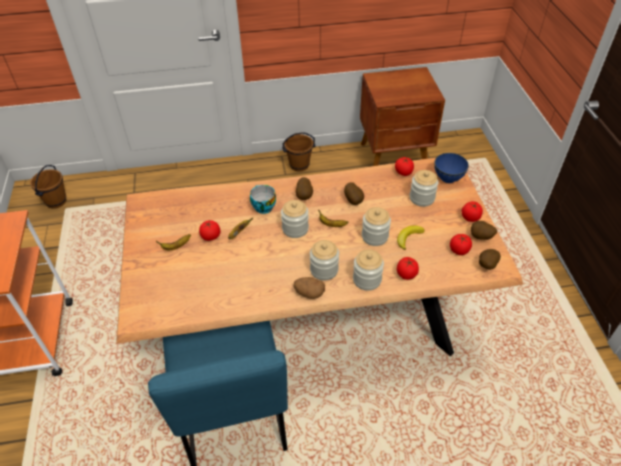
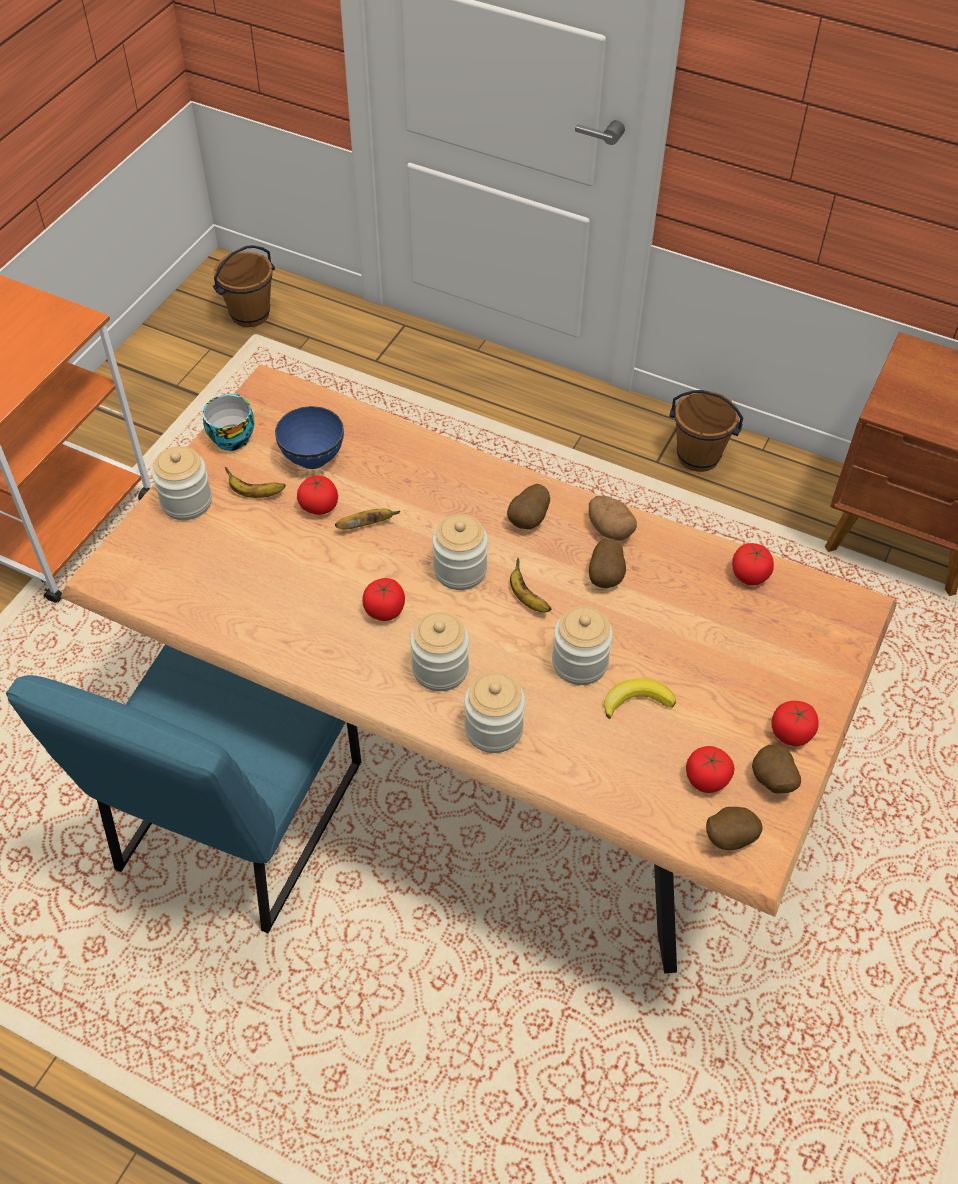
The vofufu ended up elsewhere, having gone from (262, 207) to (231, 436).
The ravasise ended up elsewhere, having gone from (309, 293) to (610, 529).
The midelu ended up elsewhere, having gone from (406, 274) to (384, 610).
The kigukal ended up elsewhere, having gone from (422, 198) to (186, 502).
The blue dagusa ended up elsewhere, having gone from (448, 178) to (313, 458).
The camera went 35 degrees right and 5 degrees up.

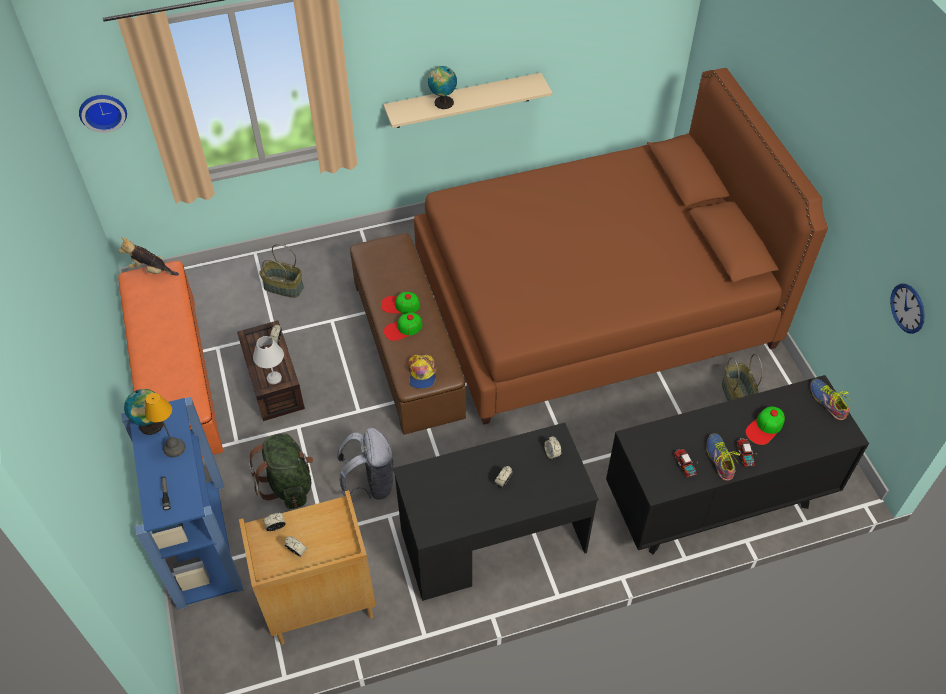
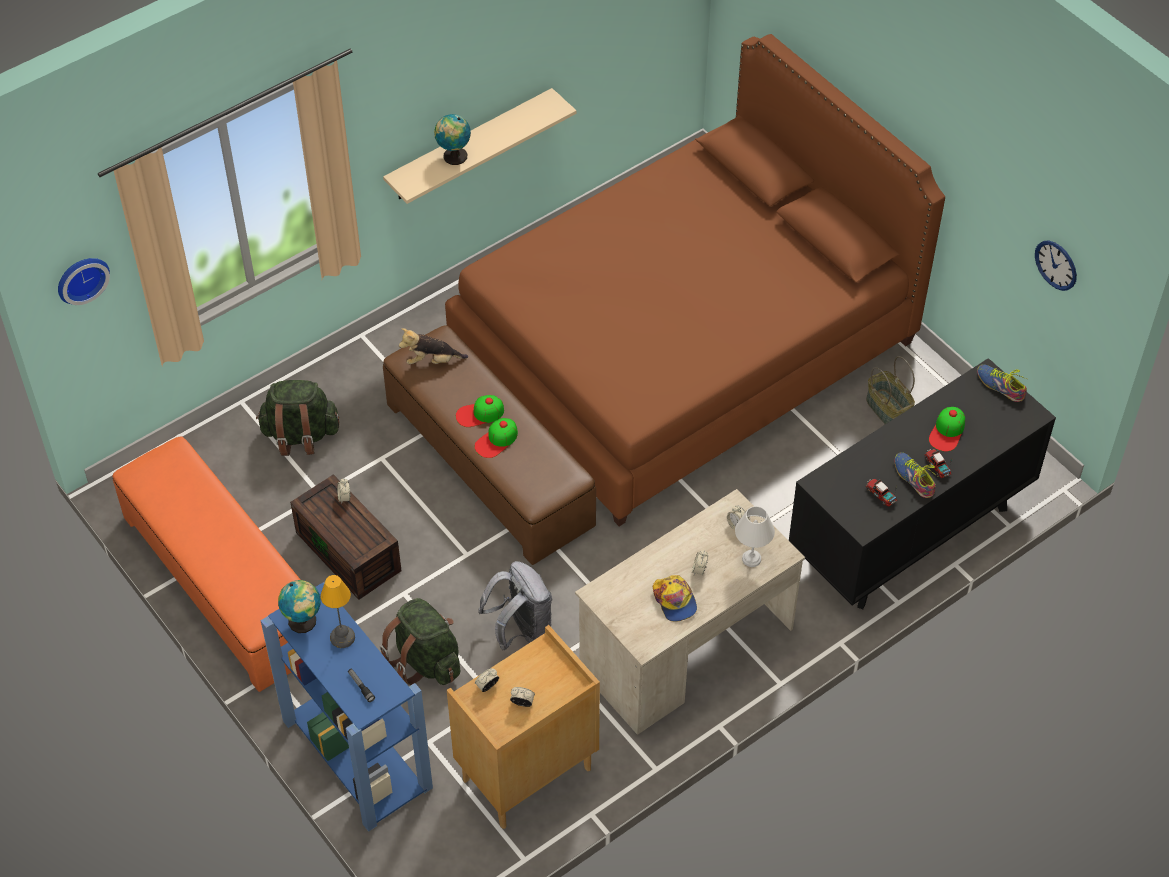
The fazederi ended up elsewhere, having gone from (151, 270) to (432, 361).
The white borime ended up elsewhere, having gone from (275, 378) to (752, 558).
Where the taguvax stood at (283, 287), the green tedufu came to stand at (300, 435).
What was the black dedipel at (492, 541) turned into the beige dedipel at (686, 649).
The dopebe ended up elsewhere, having gone from (422, 373) to (675, 601).
The camera went 20 degrees left and 0 degrees up.

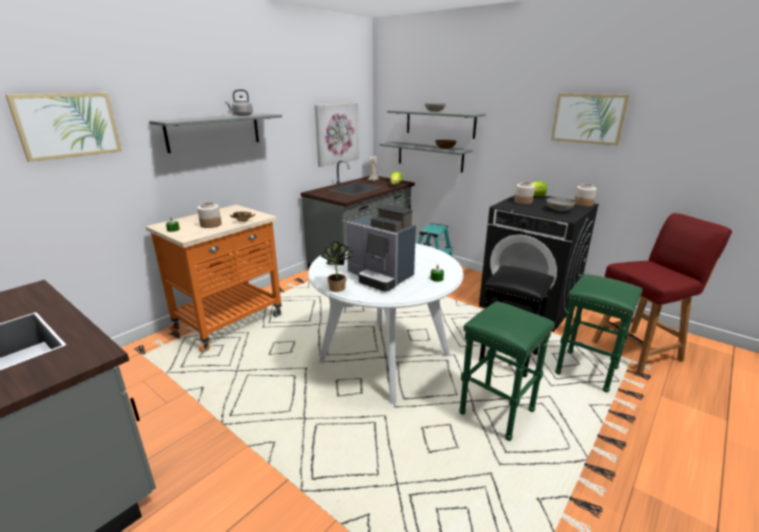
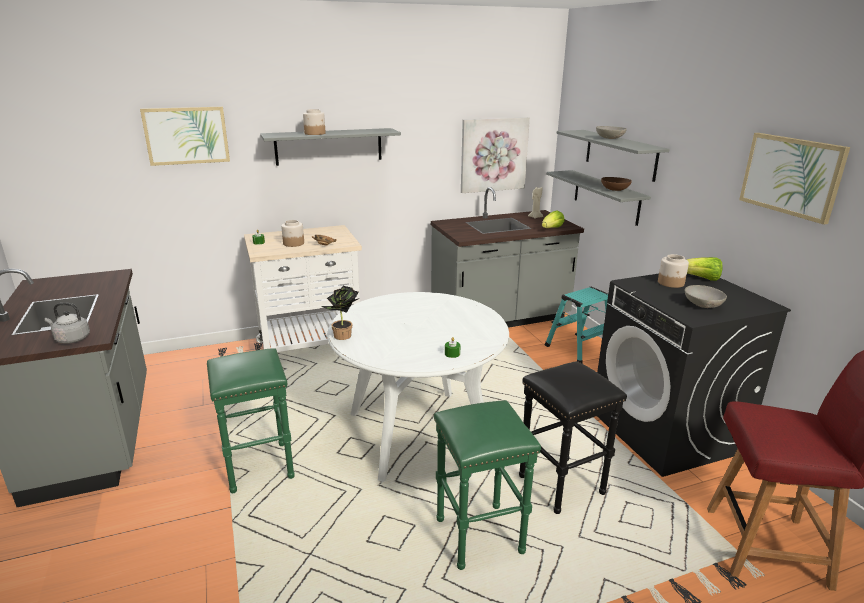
What was the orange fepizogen at (229, 322) turned into the white fepizogen at (310, 348).
The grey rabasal ended up elsewhere, having gone from (242, 115) to (71, 339).
The second view lost the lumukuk at (380, 277).
The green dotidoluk ended up elsewhere, having gone from (585, 371) to (257, 466).
The kigukal ended up elsewhere, having gone from (583, 204) to (315, 133).
The camera went 30 degrees right and 0 degrees up.

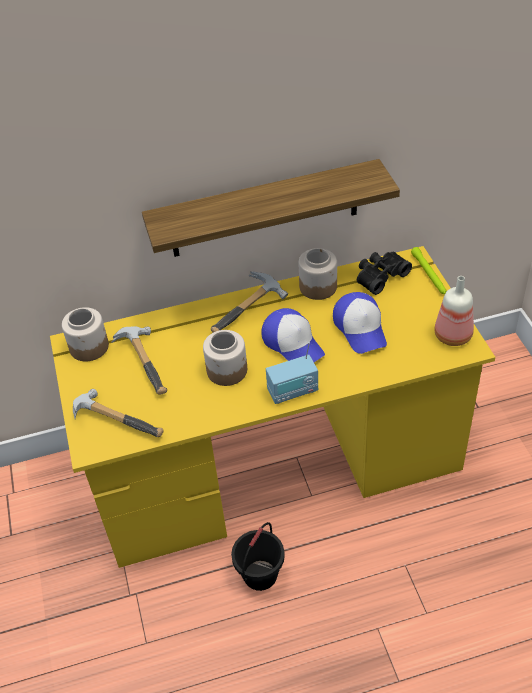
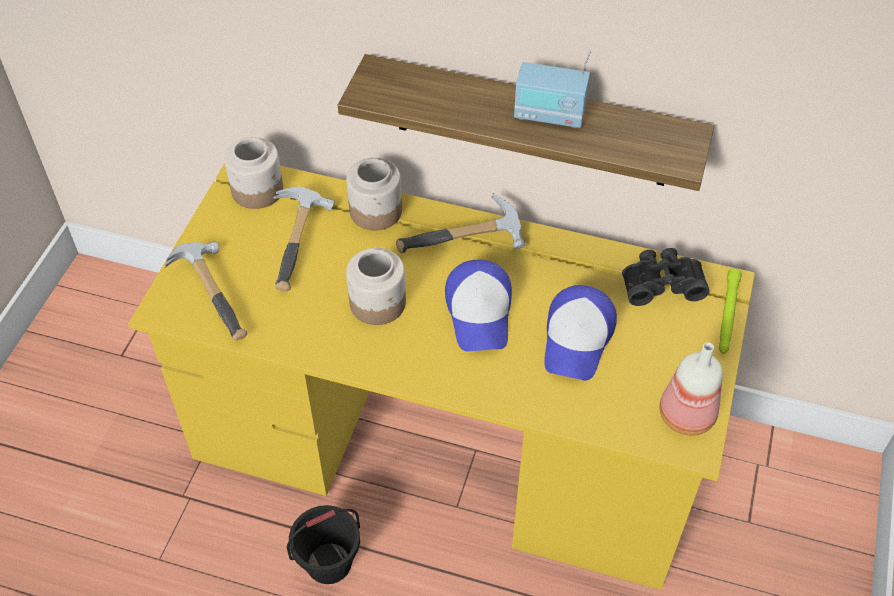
The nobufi ended up elsewhere, having gone from (293, 391) to (549, 115).
The kigukal ended up elsewhere, having gone from (318, 286) to (376, 210).
The camera went 30 degrees right and 5 degrees up.

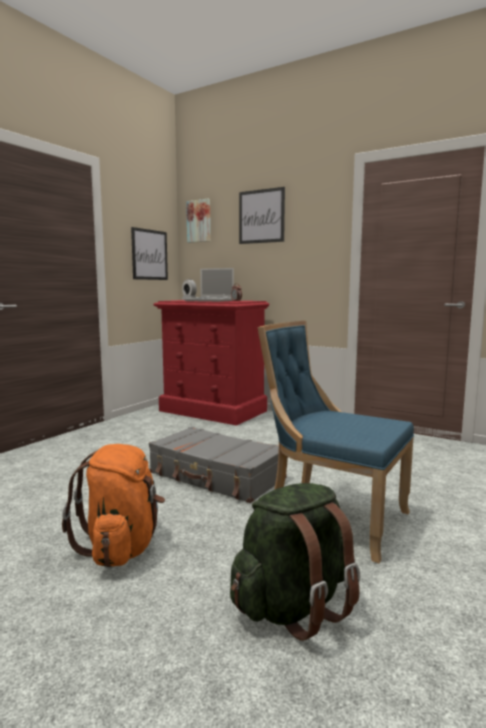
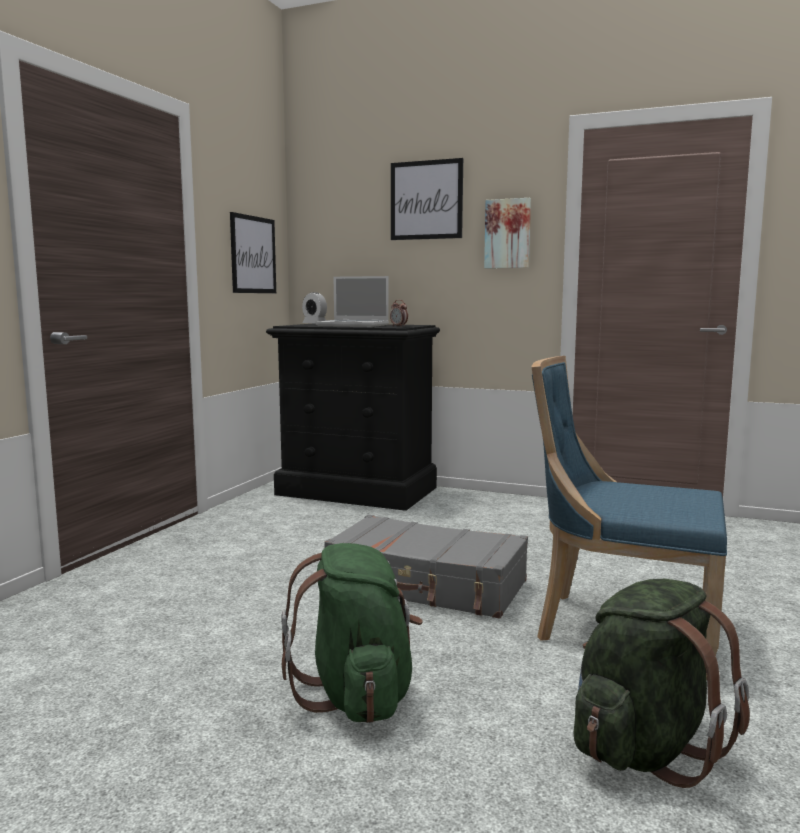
What was the orange tedufu at (121, 547) turned into the green tedufu at (357, 695).
What was the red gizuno at (213, 411) turned into the black gizuno at (357, 491).
The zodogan ended up elsewhere, having gone from (199, 221) to (508, 234).
The camera went 10 degrees left and 0 degrees up.

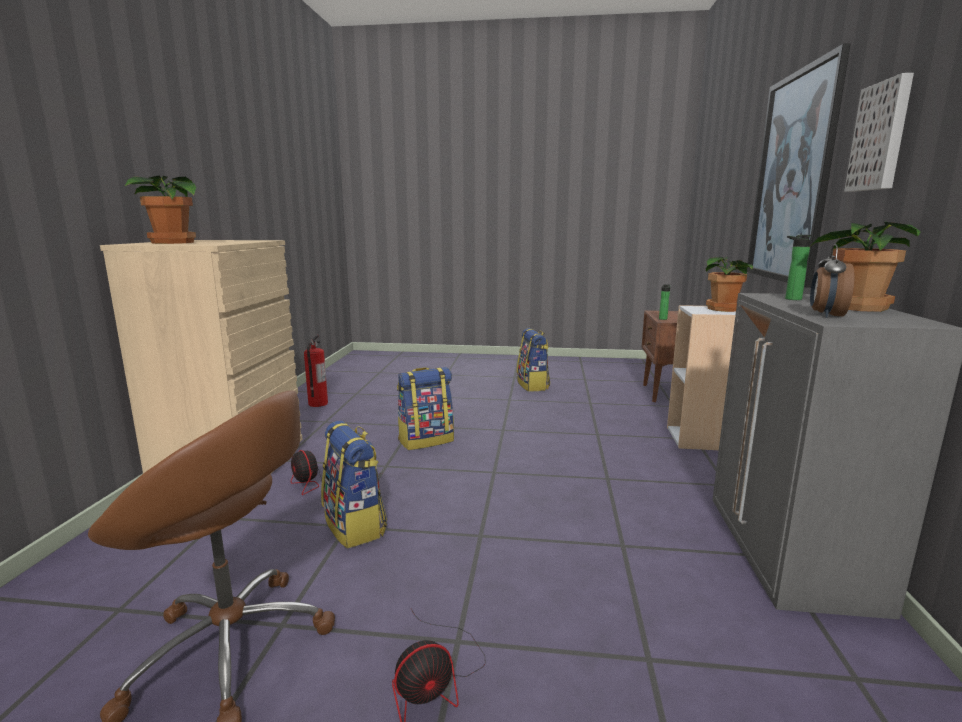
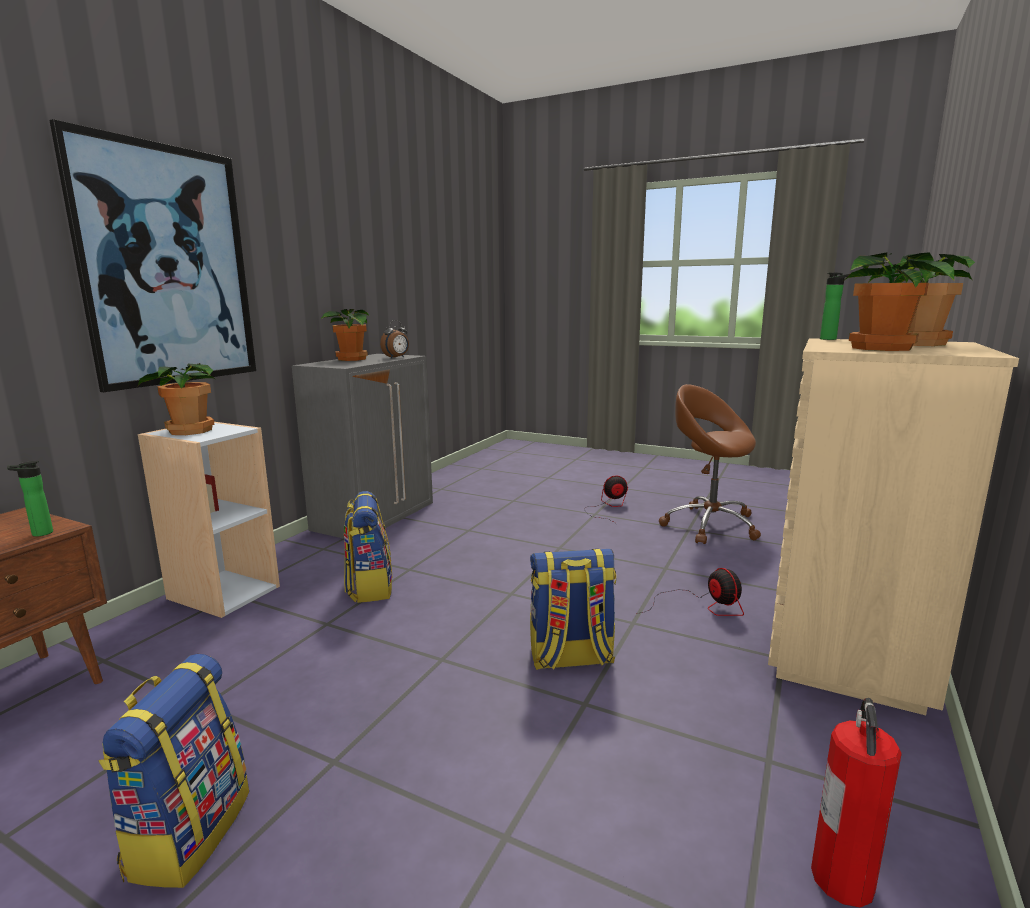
The tedufu ended up elsewhere, having gone from (355, 526) to (369, 587).
The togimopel ended up elsewhere, having gone from (790, 299) to (831, 339).
The second view lost the zodogan at (881, 137).
The second view gained the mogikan at (882, 348).
The camera went 160 degrees left and 0 degrees up.

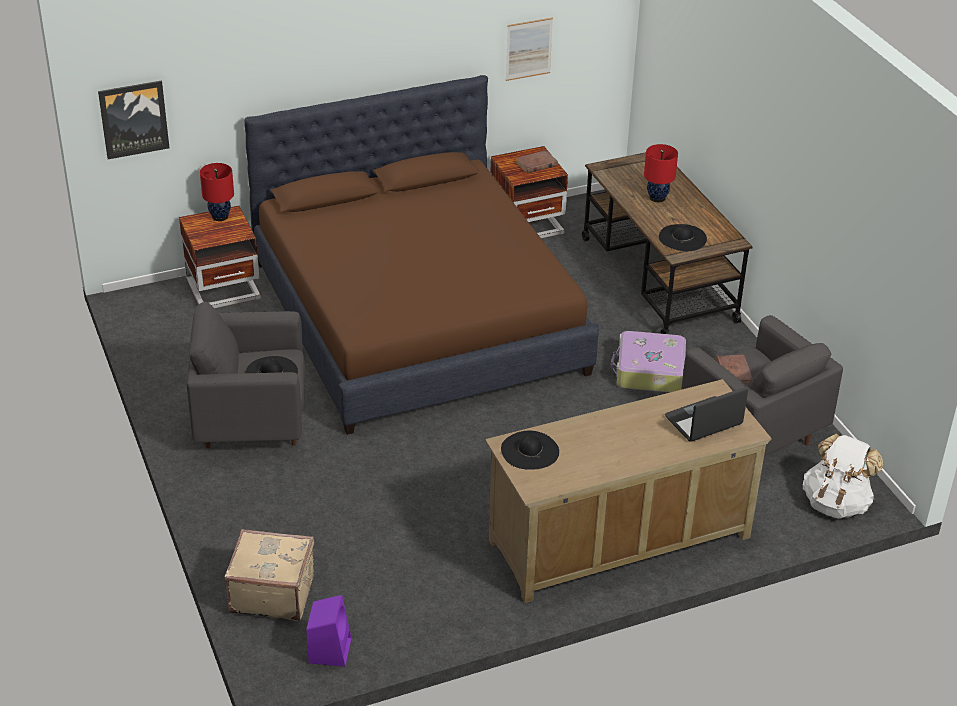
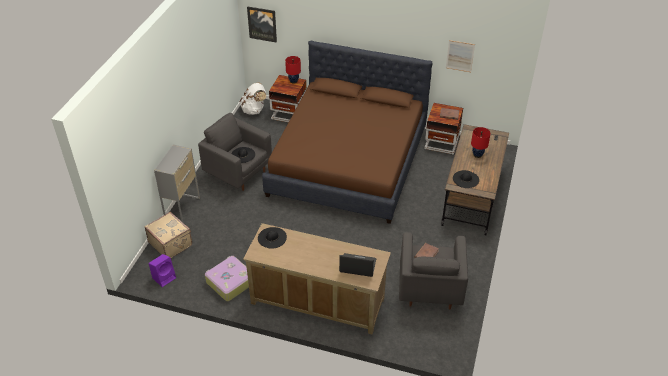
The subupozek ended up elsewhere, having gone from (649, 371) to (230, 282).
The white tedufu ended up elsewhere, having gone from (836, 503) to (254, 110).
The second view gained the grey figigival at (183, 208).
The camera went 40 degrees right and 5 degrees up.

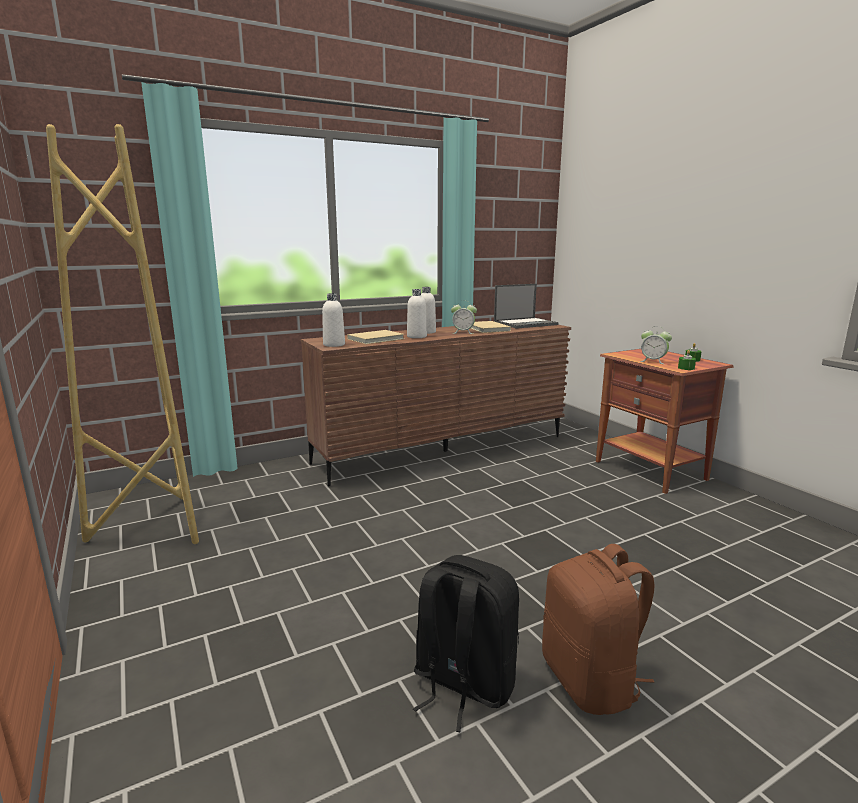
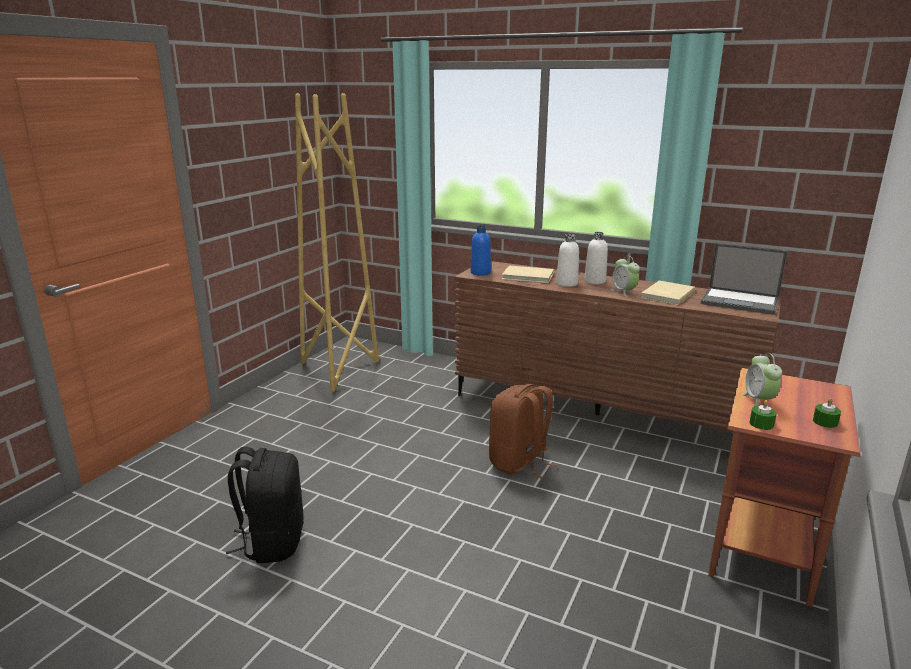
What was the white togimopel at (334, 345) turned into the blue togimopel at (480, 273).
The brown tedufu ended up elsewhere, having gone from (591, 681) to (519, 463).
The camera went 55 degrees right and 5 degrees up.

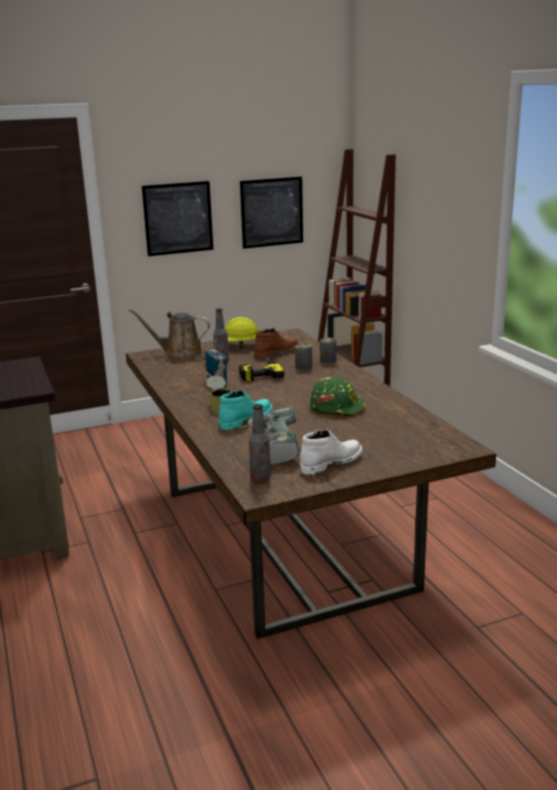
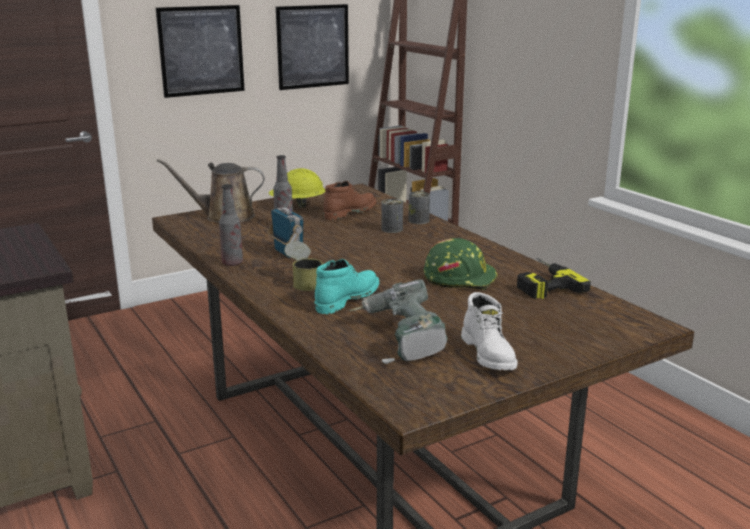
The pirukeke ended up elsewhere, having gone from (259, 372) to (541, 283).
The togimopel ended up elsewhere, having gone from (260, 478) to (232, 263).
The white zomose at (330, 463) ended up facing another way, 120 degrees clockwise from before.
The camera went 10 degrees left and 0 degrees up.

